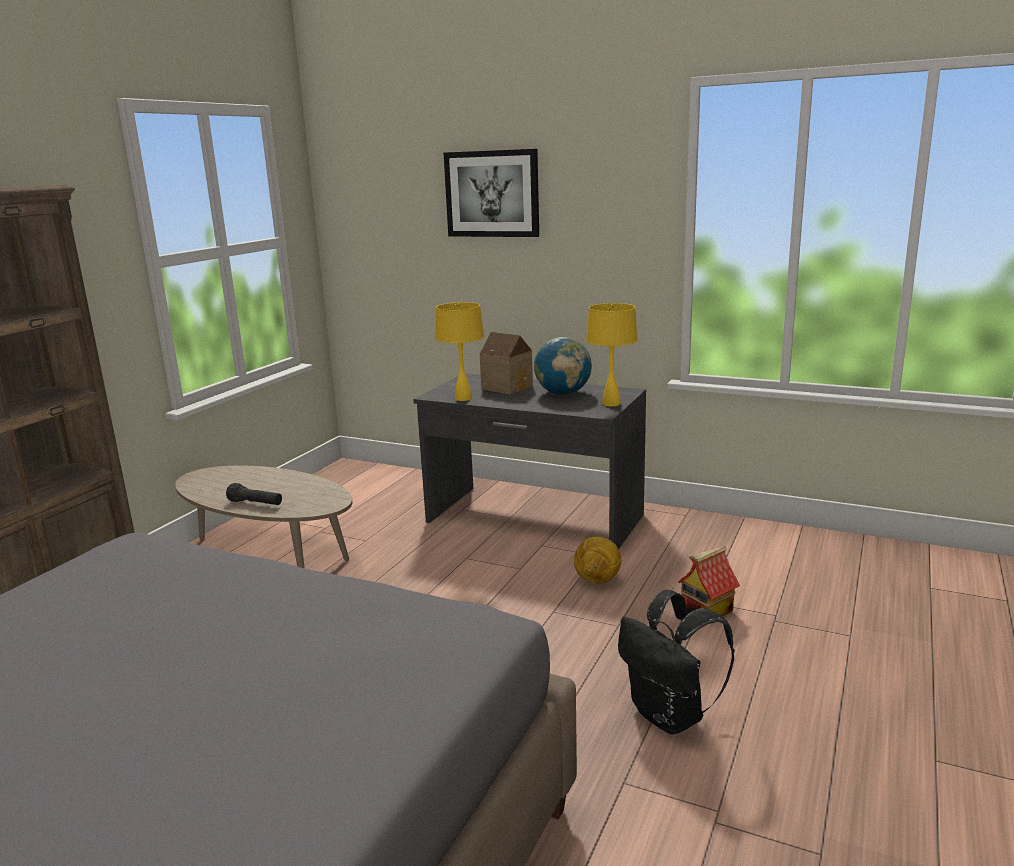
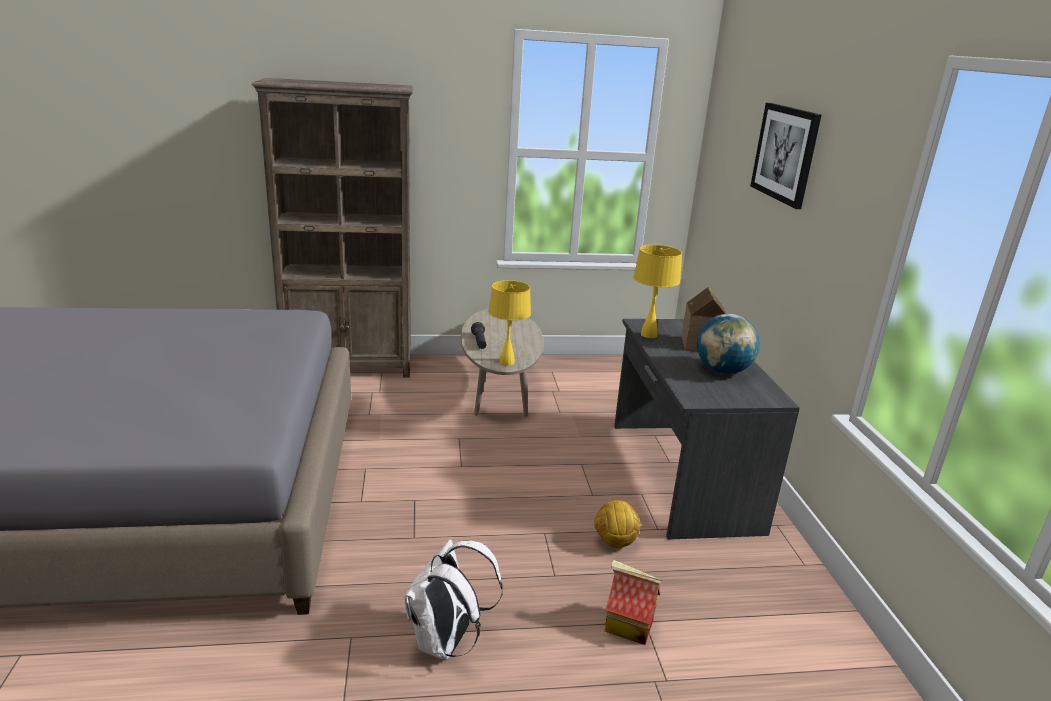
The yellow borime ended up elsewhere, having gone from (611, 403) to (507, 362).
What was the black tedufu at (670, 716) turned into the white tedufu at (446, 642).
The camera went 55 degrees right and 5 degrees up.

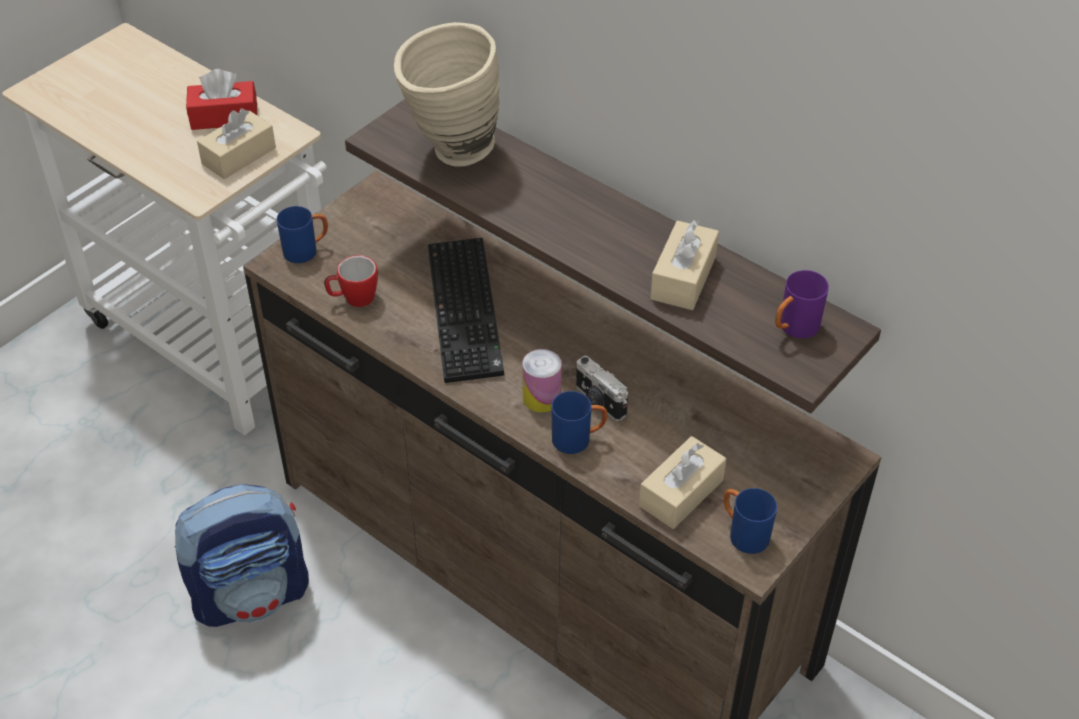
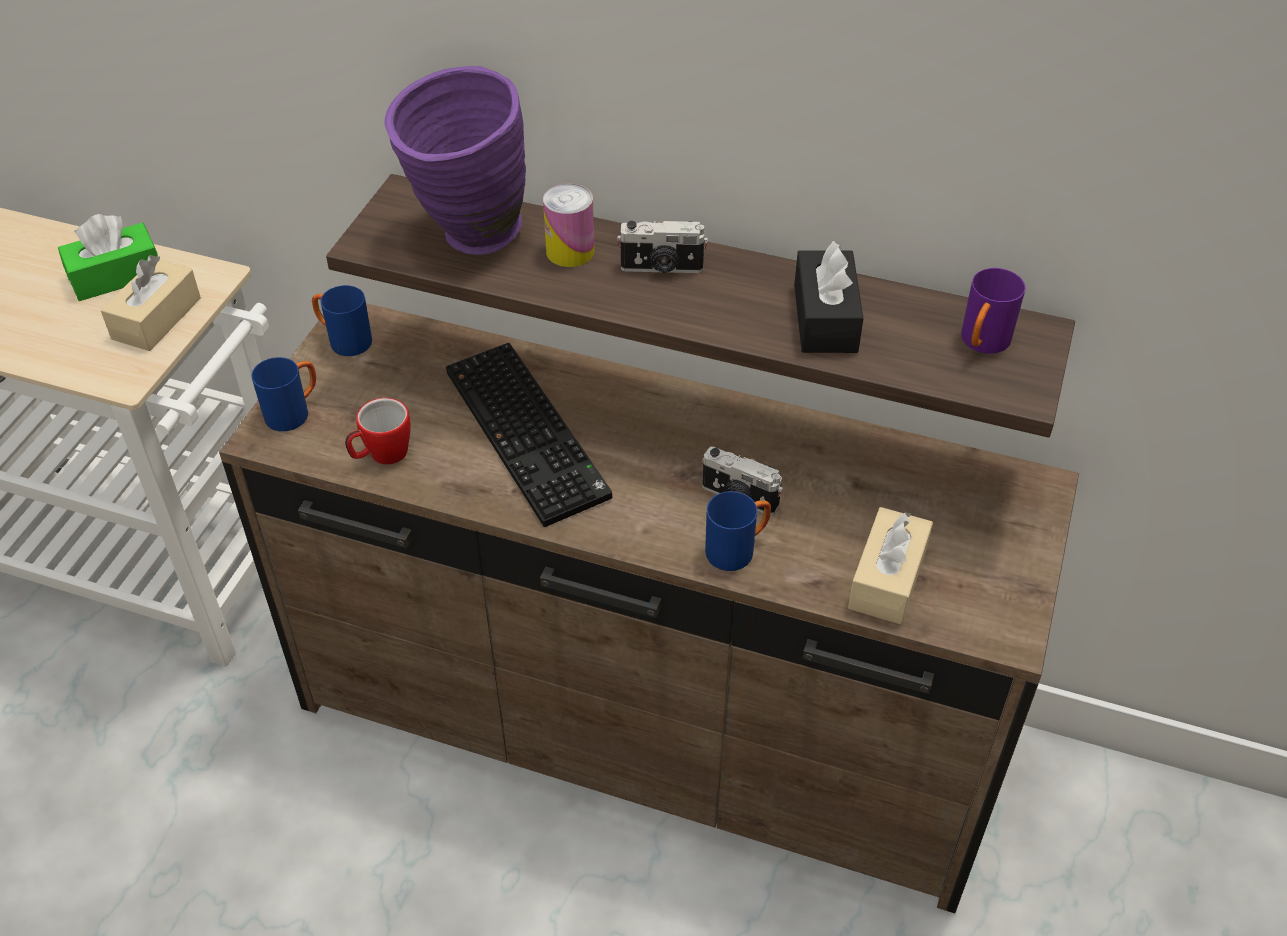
The second view lost the tedufu at (252, 594).
What was the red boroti at (224, 117) turned into the green boroti at (116, 276).
What was the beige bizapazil at (449, 152) turned into the purple bizapazil at (467, 240).
The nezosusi ended up elsewhere, having gone from (541, 398) to (570, 251).
What was the beige boroti at (683, 278) turned into the black boroti at (825, 318).
The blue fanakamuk ended up elsewhere, having gone from (743, 533) to (344, 340).
The second view gained the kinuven at (662, 268).
The camera went 20 degrees left and 0 degrees up.

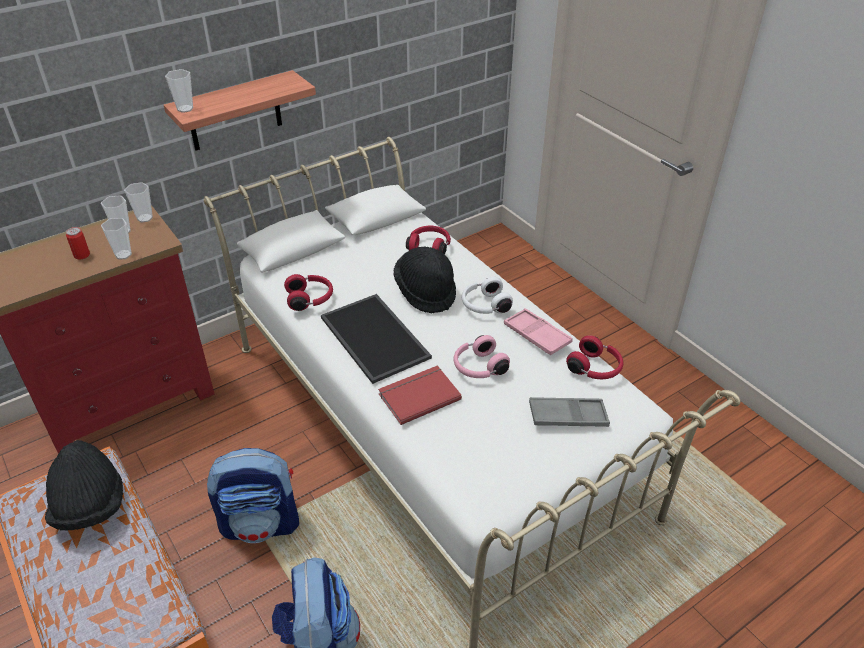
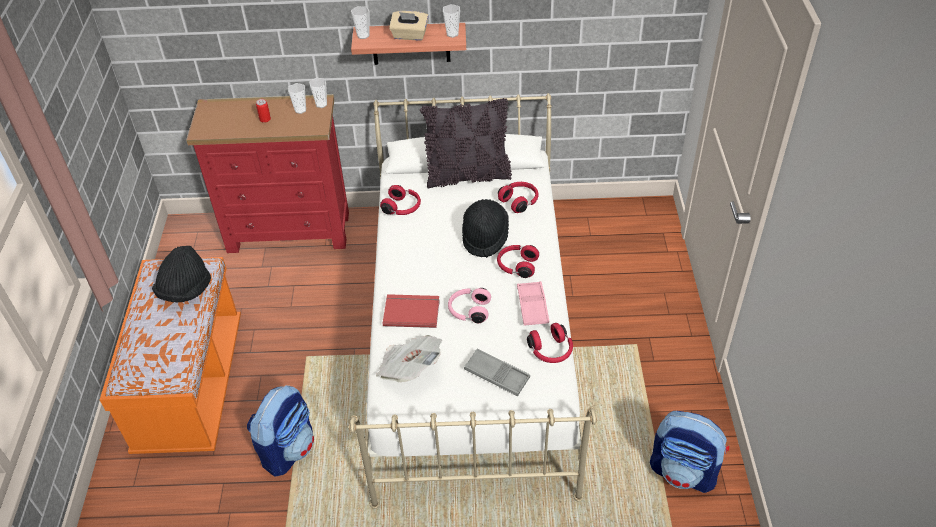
The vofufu ended up elsewhere, having gone from (123, 255) to (452, 34).
The tedufu ended up elsewhere, having gone from (261, 523) to (684, 472).
The second view lost the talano at (377, 337).
What was the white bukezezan at (484, 305) turned into the red bukezezan at (517, 266).
The second view gained the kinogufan at (409, 369).
The second view gained the beige boroti at (409, 35).
The second view gained the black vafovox at (468, 176).
The camera went 35 degrees right and 5 degrees up.

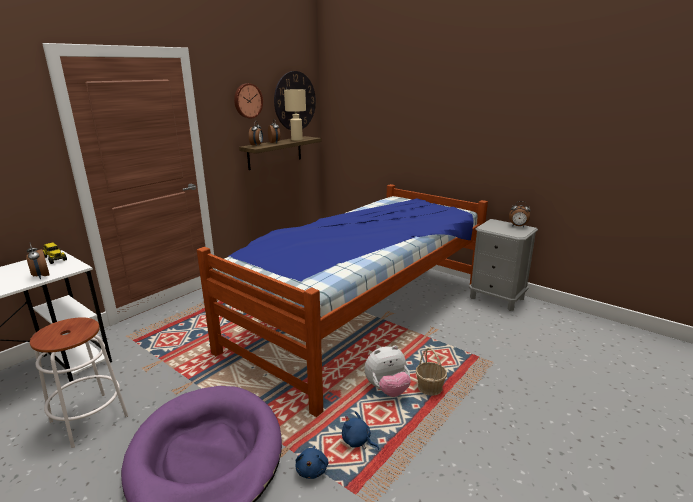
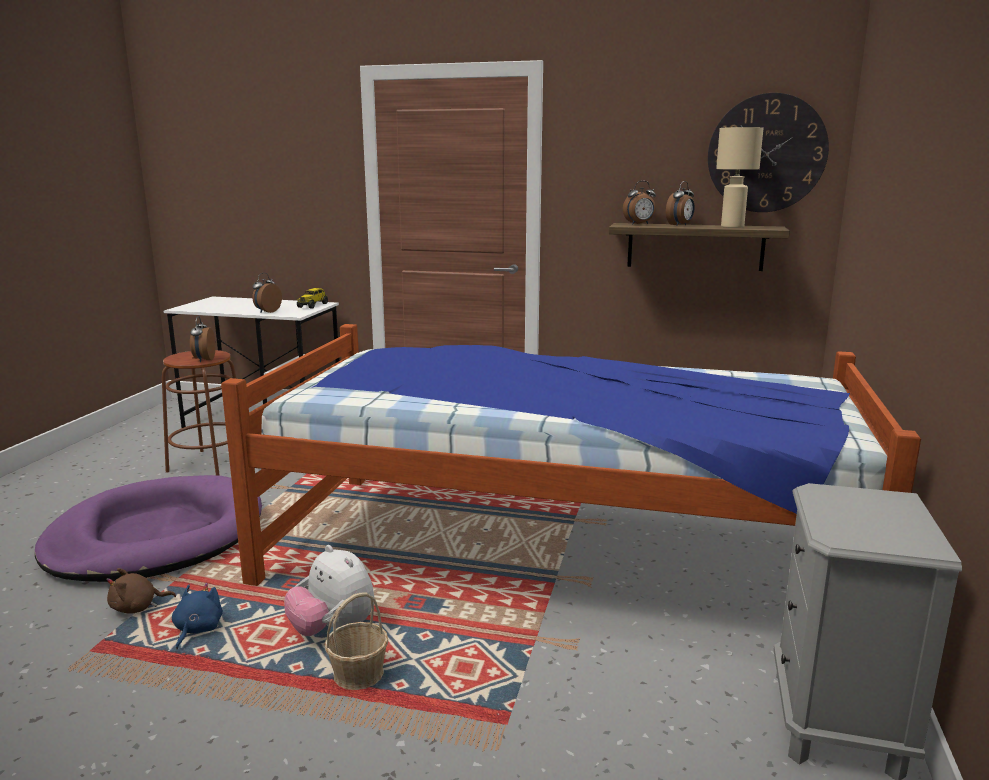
What was the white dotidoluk at (89, 419) turned into the brown dotidoluk at (209, 464).
The second view lost the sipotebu at (247, 101).
What was the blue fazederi at (312, 469) turned into the brown fazederi at (137, 607).
The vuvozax ended up elsewhere, having gone from (518, 226) to (203, 360).
The camera went 65 degrees right and 5 degrees down.

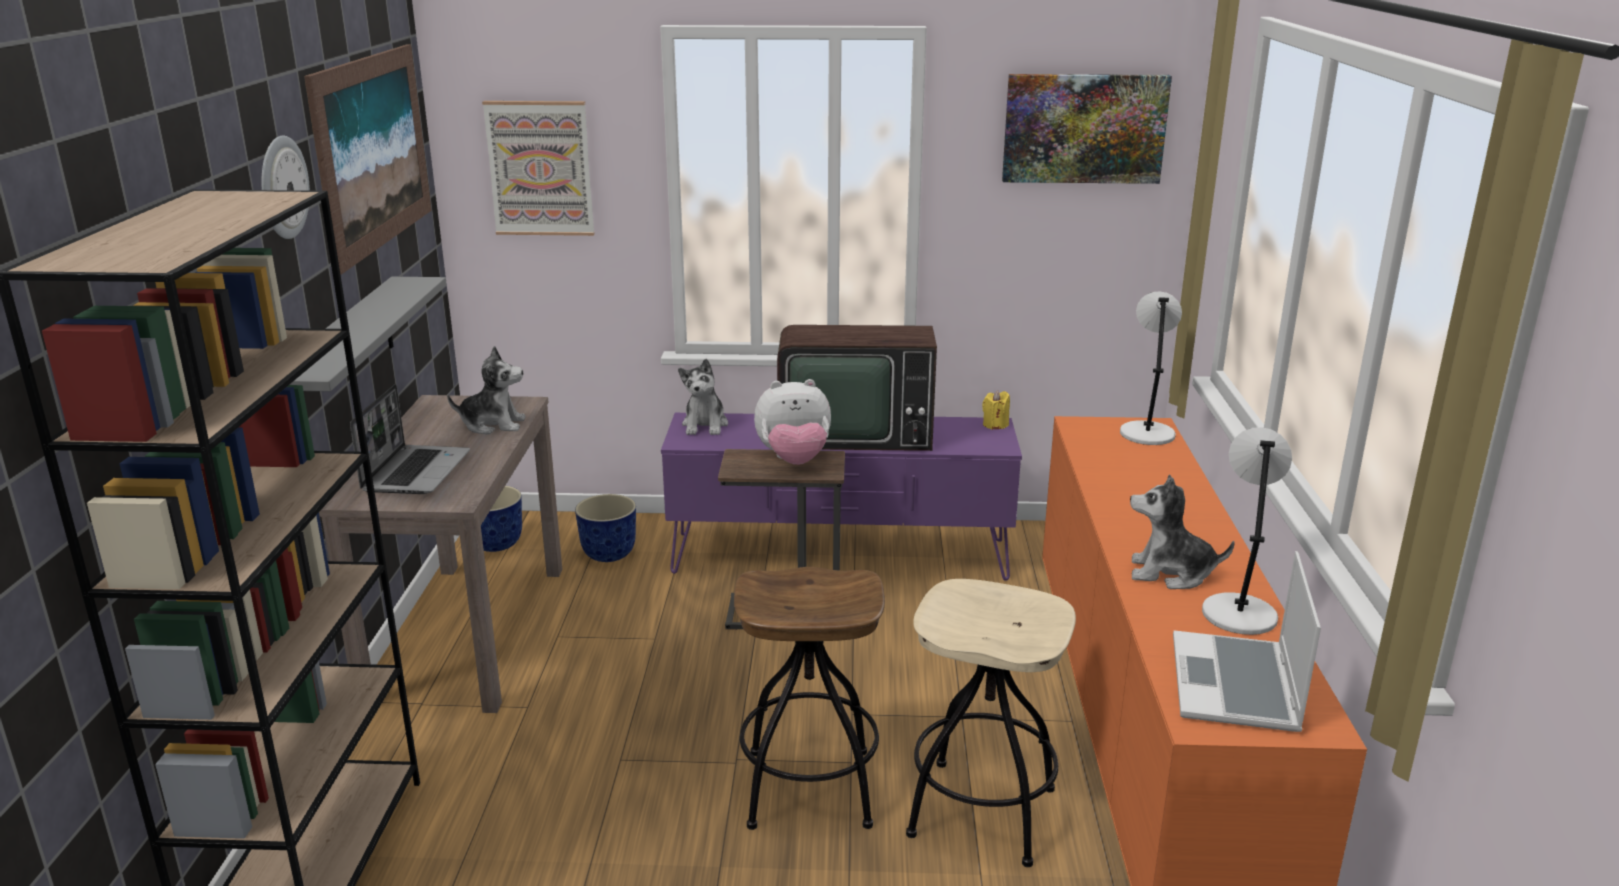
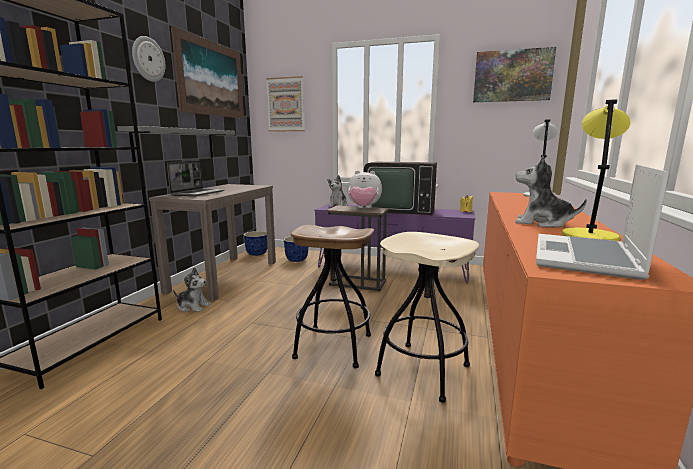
The fazederi ended up elsewhere, having gone from (493, 424) to (193, 306).
What was the grey borime at (1238, 613) turned into the yellow borime at (589, 236).
The camera went 15 degrees right and 10 degrees down.

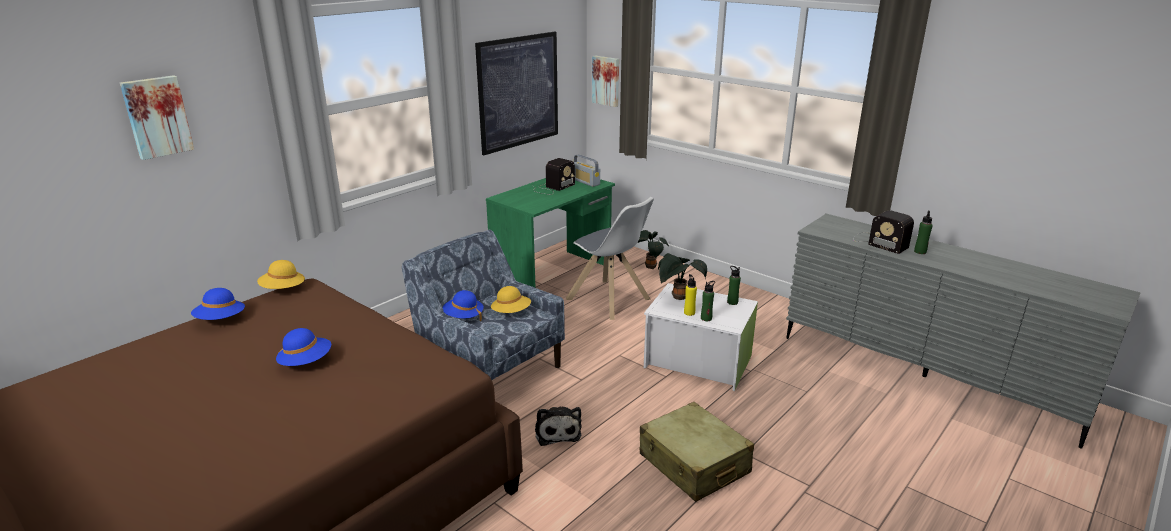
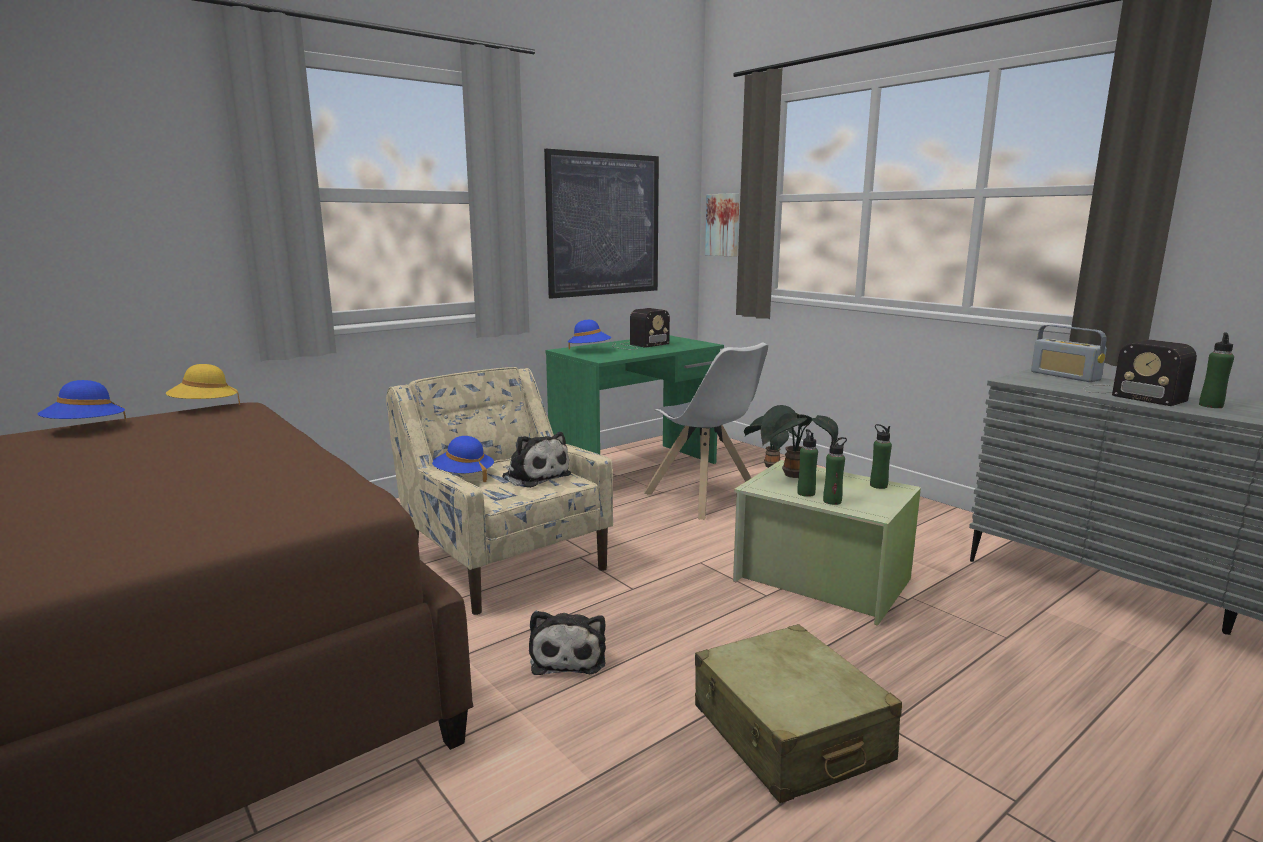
The second view lost the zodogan at (157, 116).
The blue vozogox ended up elsewhere, having gone from (306, 362) to (589, 350).
What was the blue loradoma at (489, 366) turned into the beige loradoma at (504, 561).
Where the yellow vozogox stood at (511, 312), the fazederi came to stand at (534, 476).
The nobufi ended up elsewhere, having gone from (586, 182) to (1065, 376).
What was the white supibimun at (697, 360) turned into the green supibimun at (821, 579).
What was the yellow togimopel at (689, 313) turned into the green togimopel at (806, 493).
The camera went 10 degrees right and 10 degrees down.

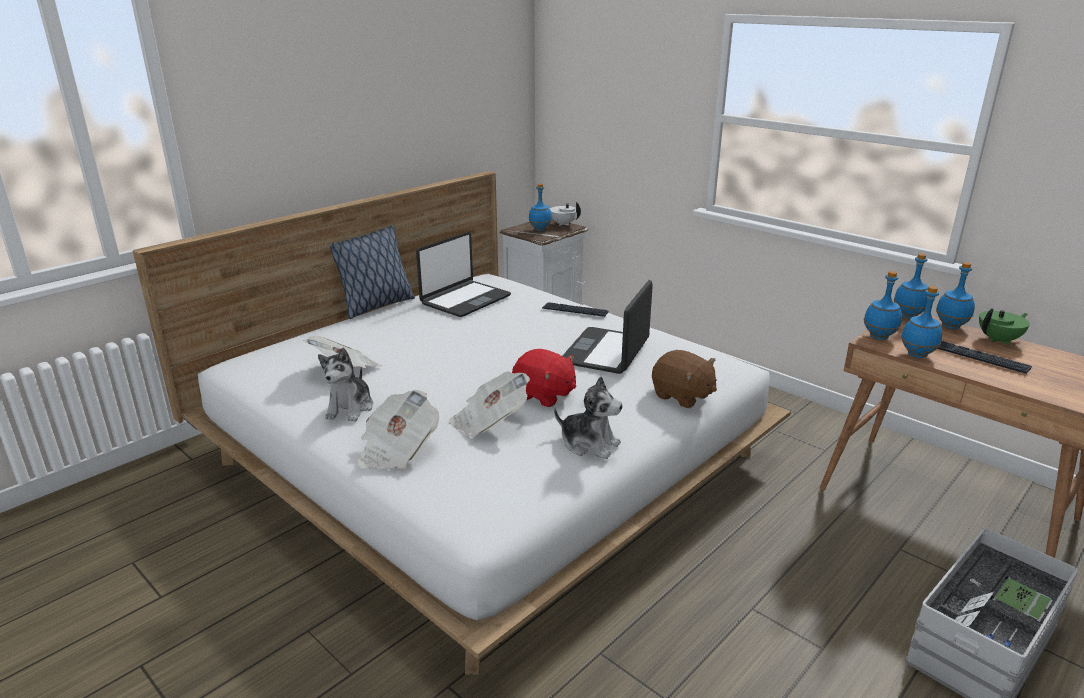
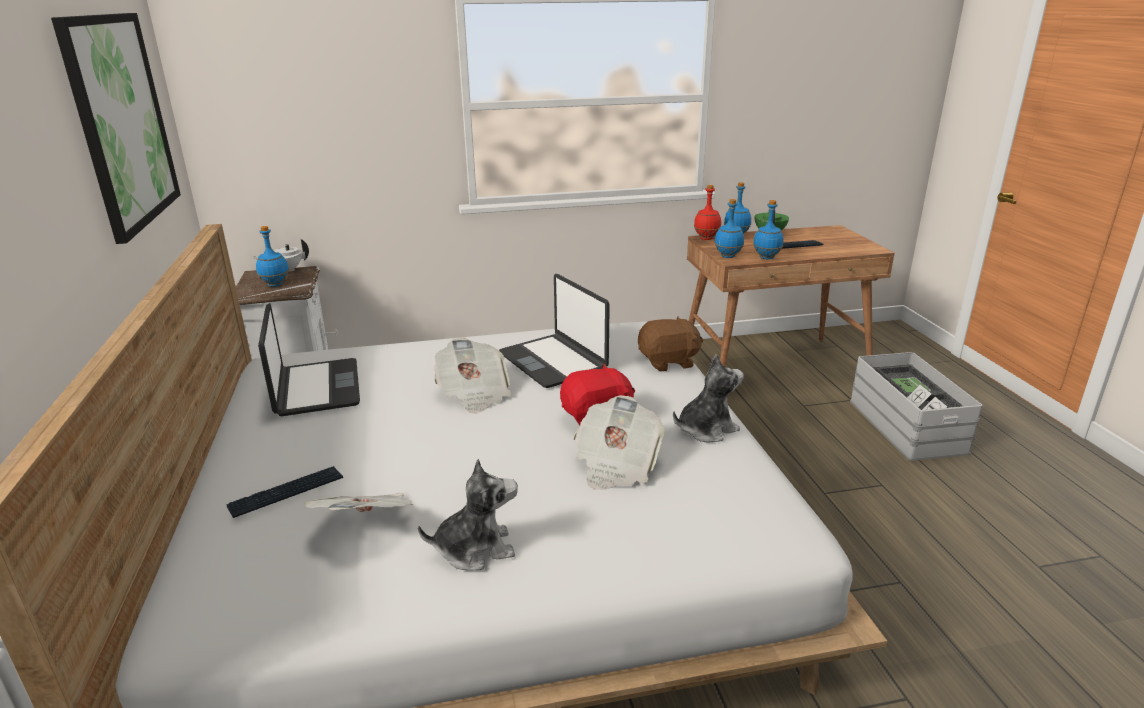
The fazederi at (350, 408) ended up facing another way, 60 degrees counterclockwise from before.
The second view lost the vafovox at (375, 306).
The kinogufan ended up elsewhere, having gone from (397, 450) to (473, 394).
The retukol ended up elsewhere, having gone from (575, 311) to (286, 493).
What was the blue togimopel at (908, 316) turned into the red togimopel at (707, 238).
The second view gained the zodogan at (121, 121).
The camera went 55 degrees left and 0 degrees up.

